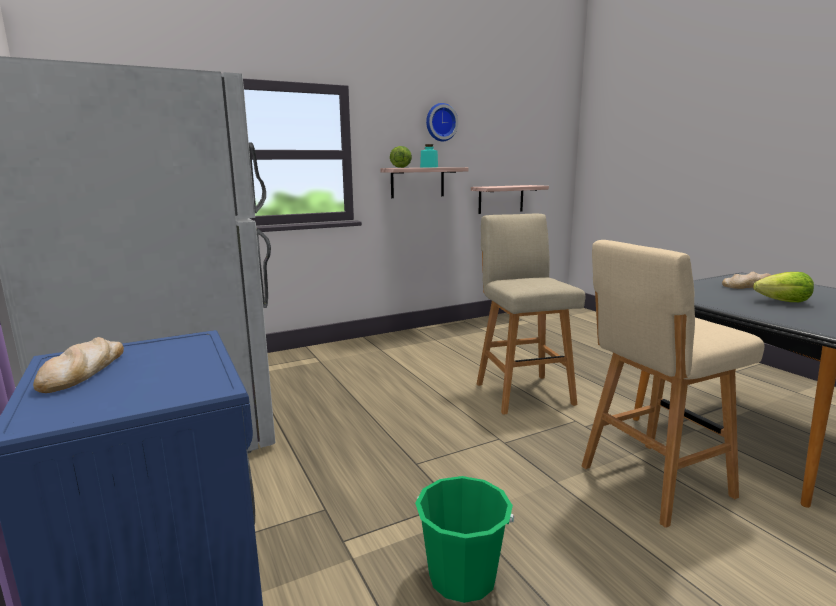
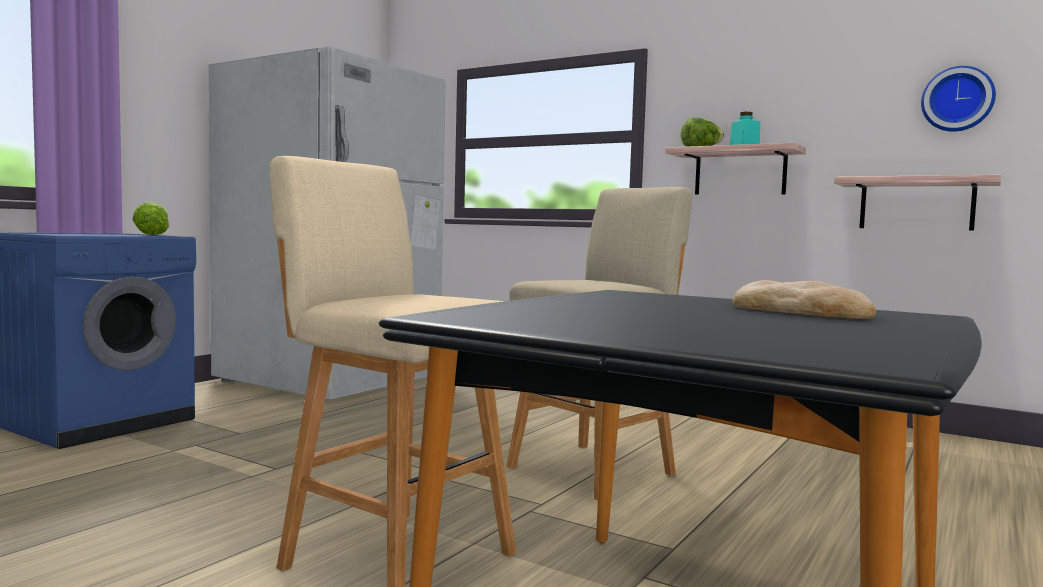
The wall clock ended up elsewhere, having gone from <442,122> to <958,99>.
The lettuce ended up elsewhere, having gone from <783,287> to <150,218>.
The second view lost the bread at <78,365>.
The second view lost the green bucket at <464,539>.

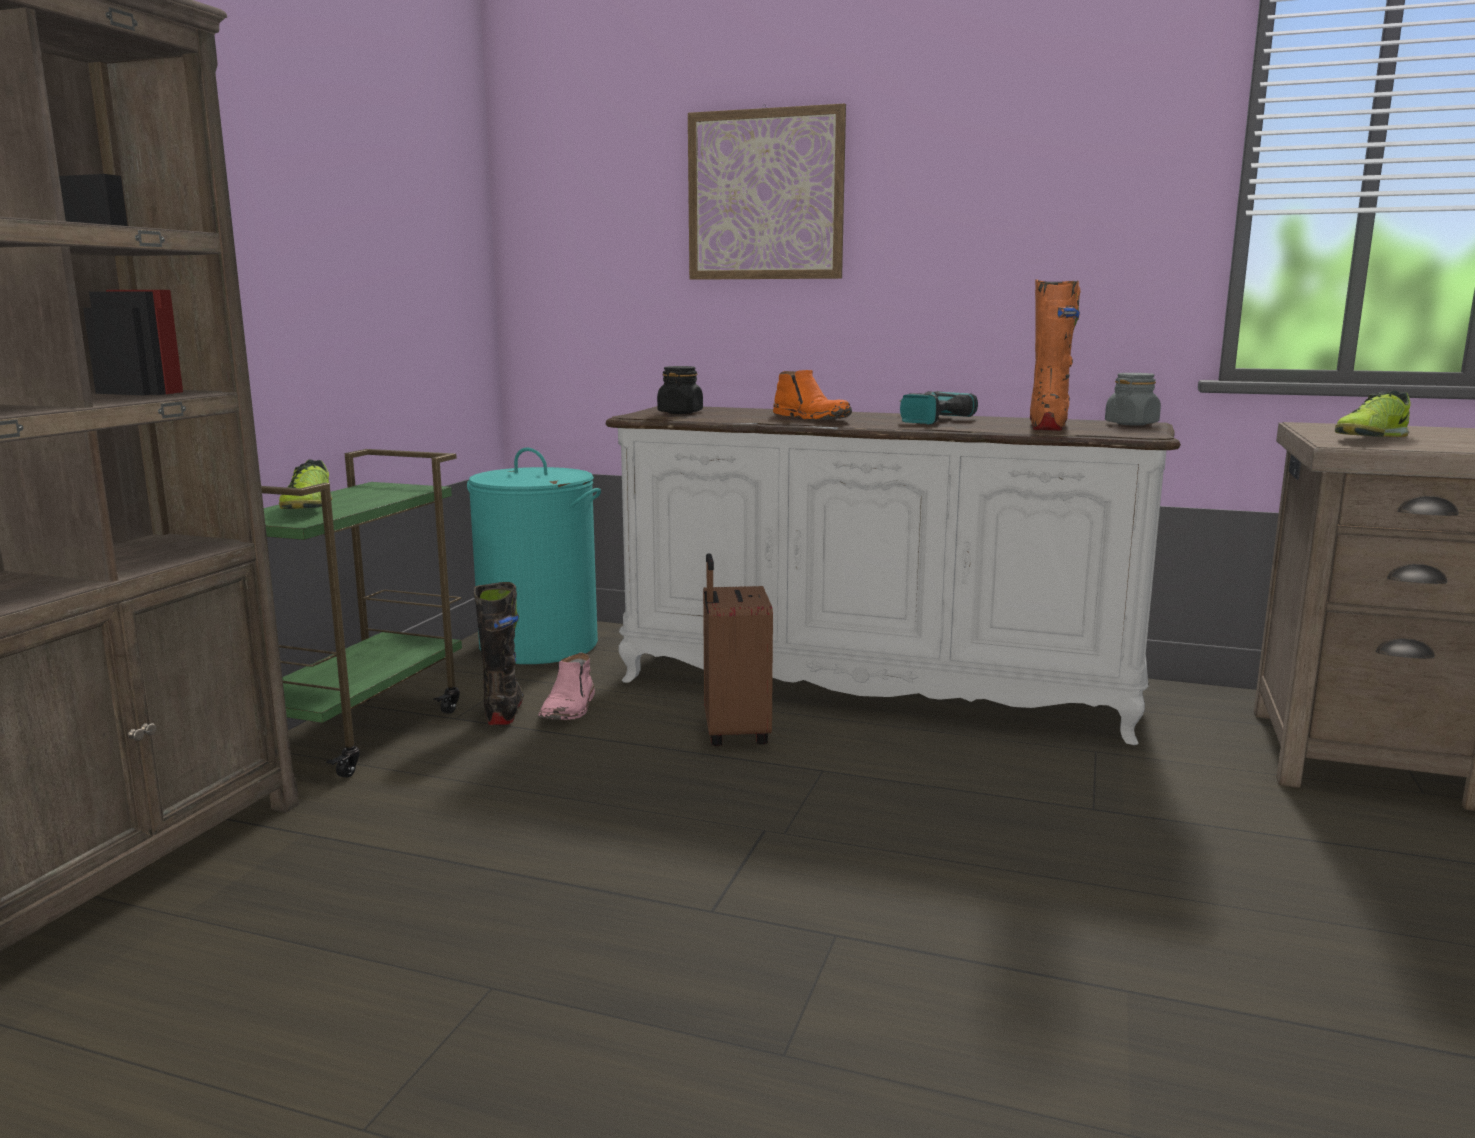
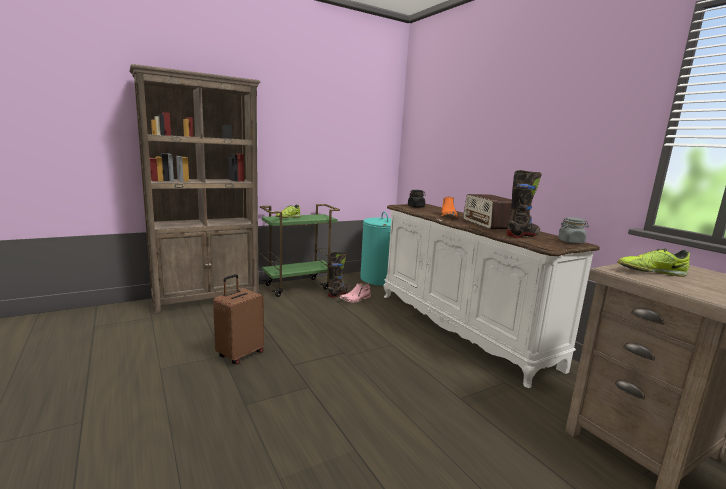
The second view lost the picture at <767,191>.
What was the orange boot at <1055,355> turned into the black boot at <524,204>.
Where the power drill stood at <939,408>, the radio came to stand at <487,211>.
The brown suitcase ended up elsewhere, having gone from <738,649> to <238,319>.

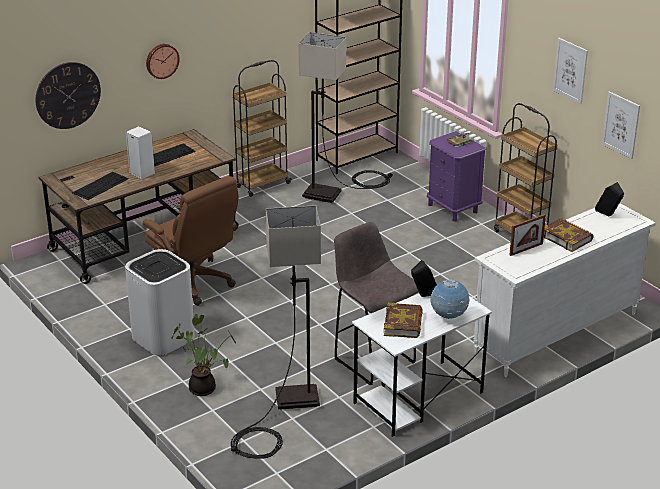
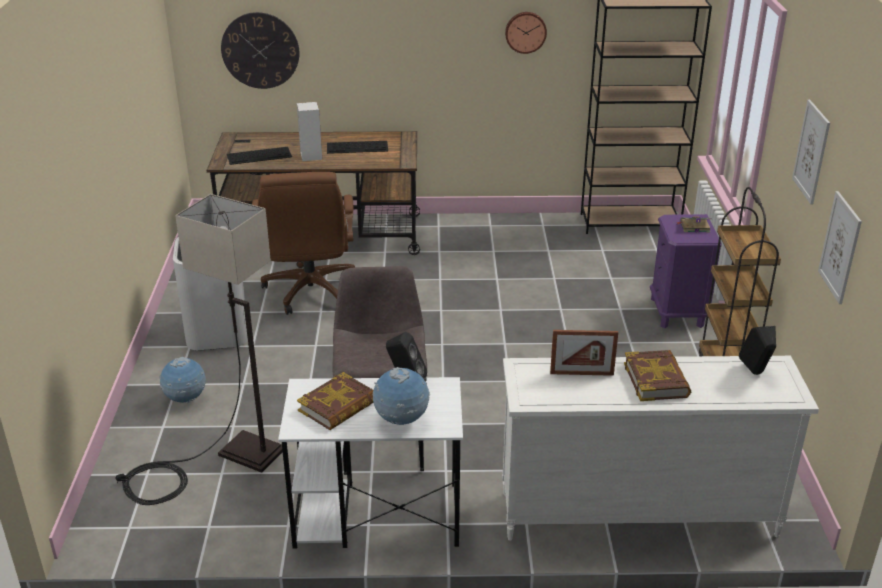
The second view lost the floor lamp at <345,117>.
The wall clock ended up elsewhere, having gone from <163,61> to <526,33>.
The second view lost the brown cart at <262,128>.
Where the potted plant stood at <203,355>, the globe came to stand at <182,380>.

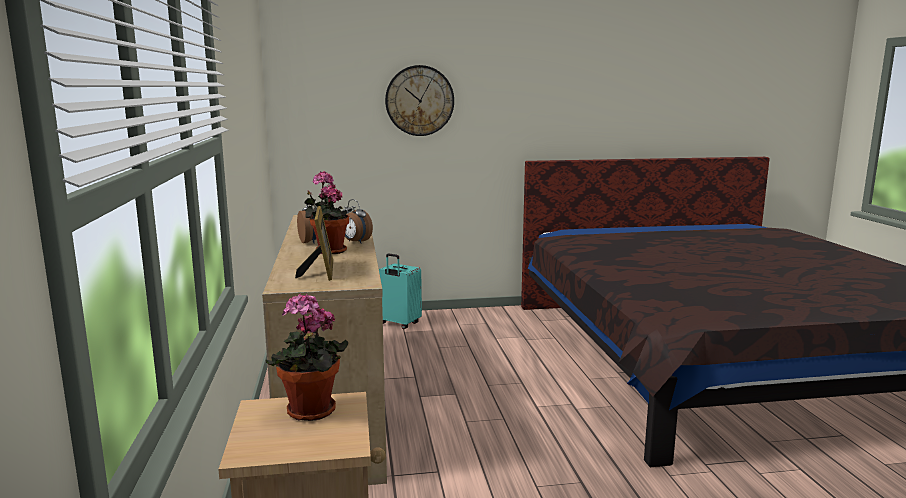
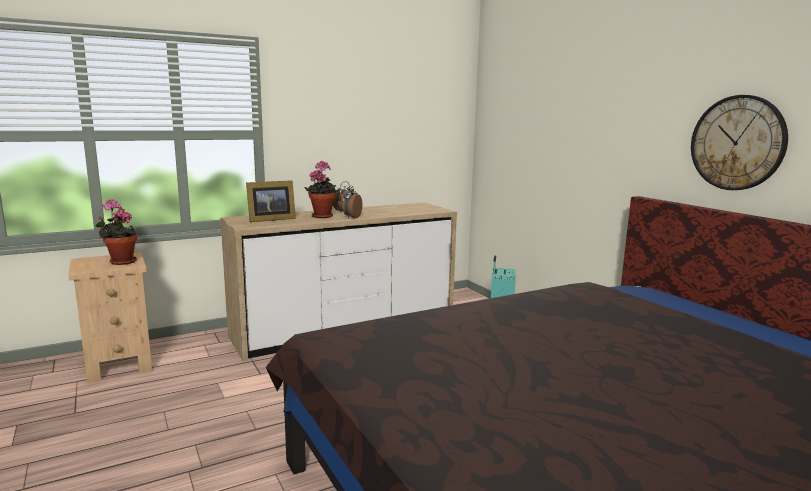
The wall clock ended up elsewhere, having gone from <419,100> to <739,142>.

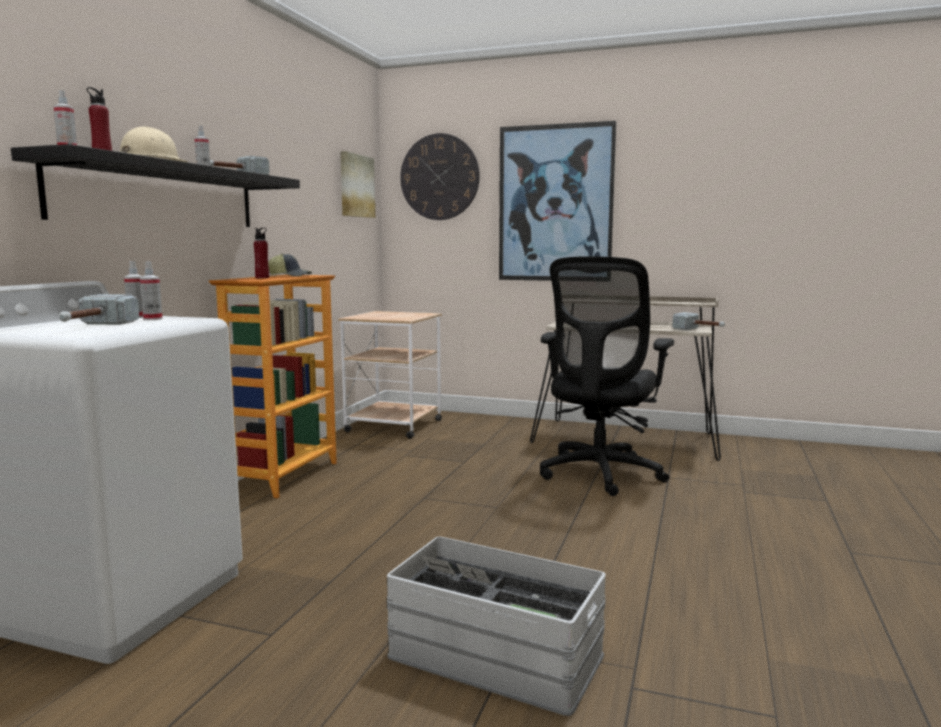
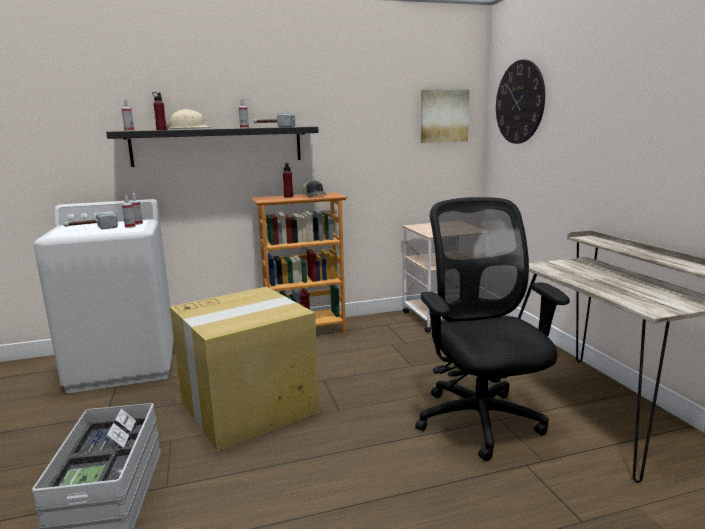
The second view lost the picture at <557,201>.
The black office chair at <607,376> ended up facing another way, 90 degrees clockwise from before.
The second view lost the hammer at <698,321>.
The second view gained the cardboard box at <245,369>.

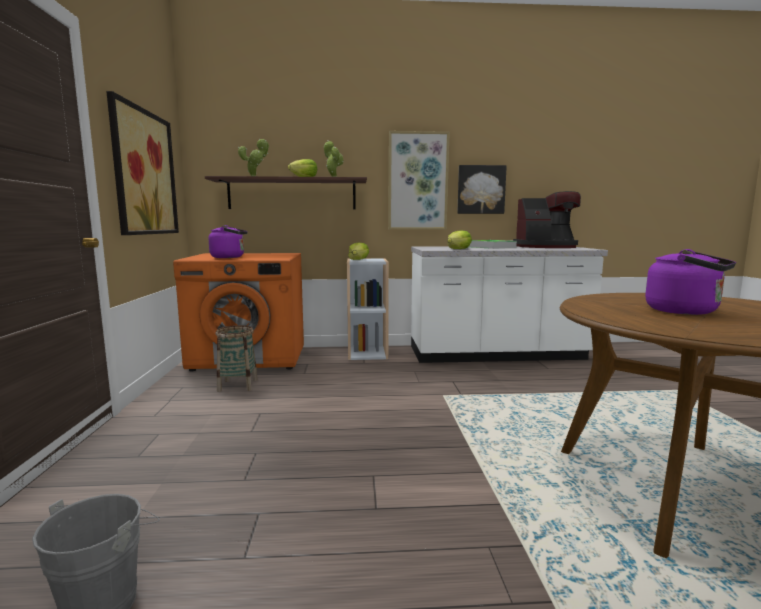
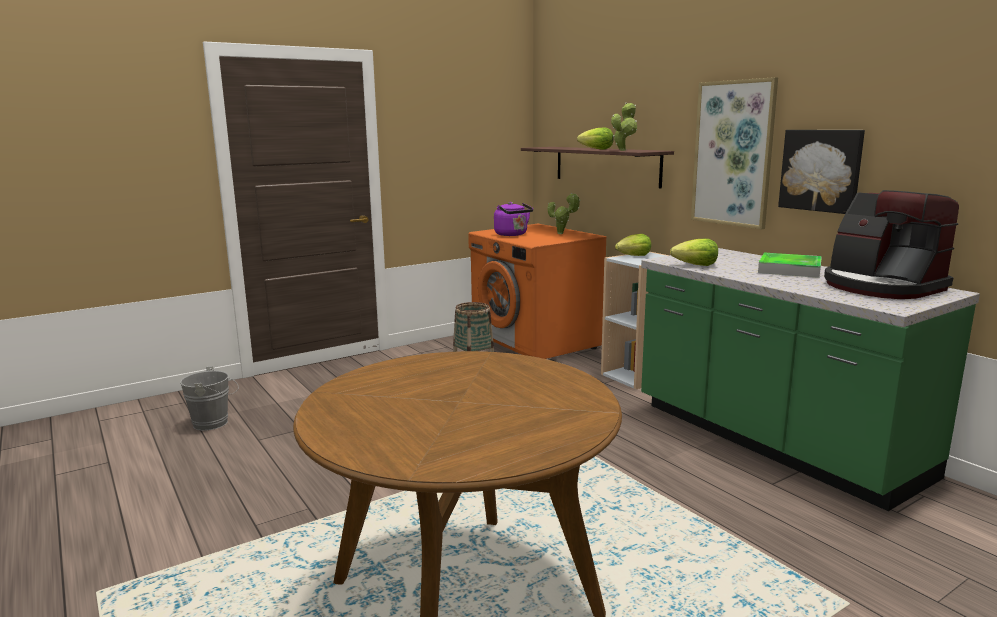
The second view lost the picture at <142,163>.
The potted plant ended up elsewhere, having gone from <253,157> to <564,213>.
What was the white counter at <509,304> turned into the green counter at <810,379>.
The second view lost the purple kettle at <690,282>.

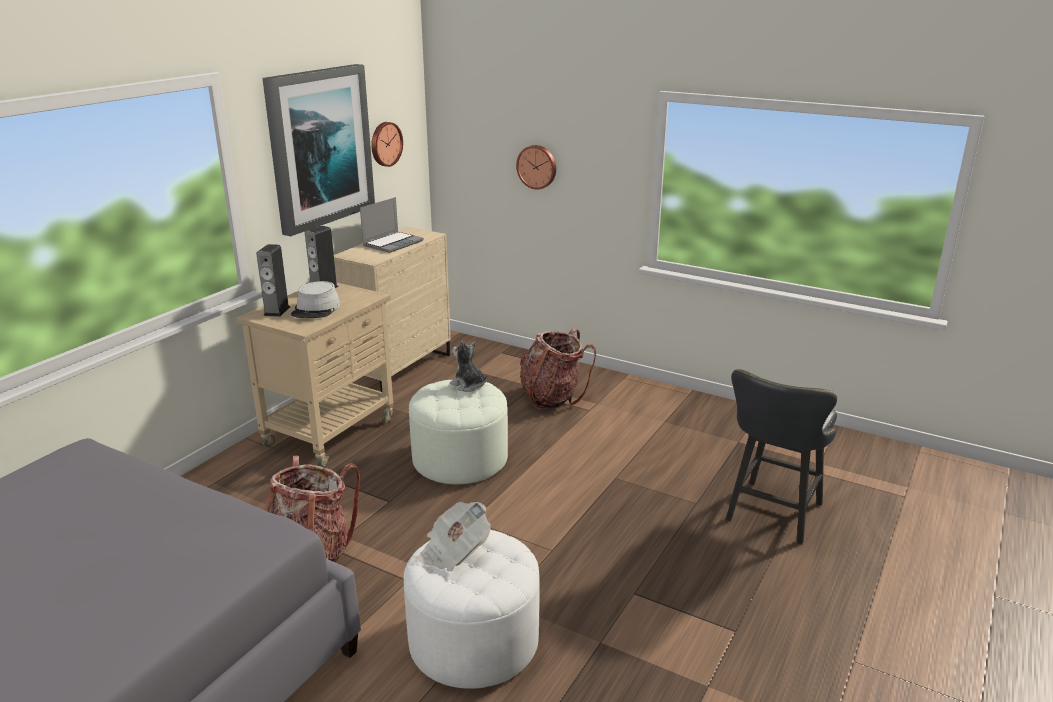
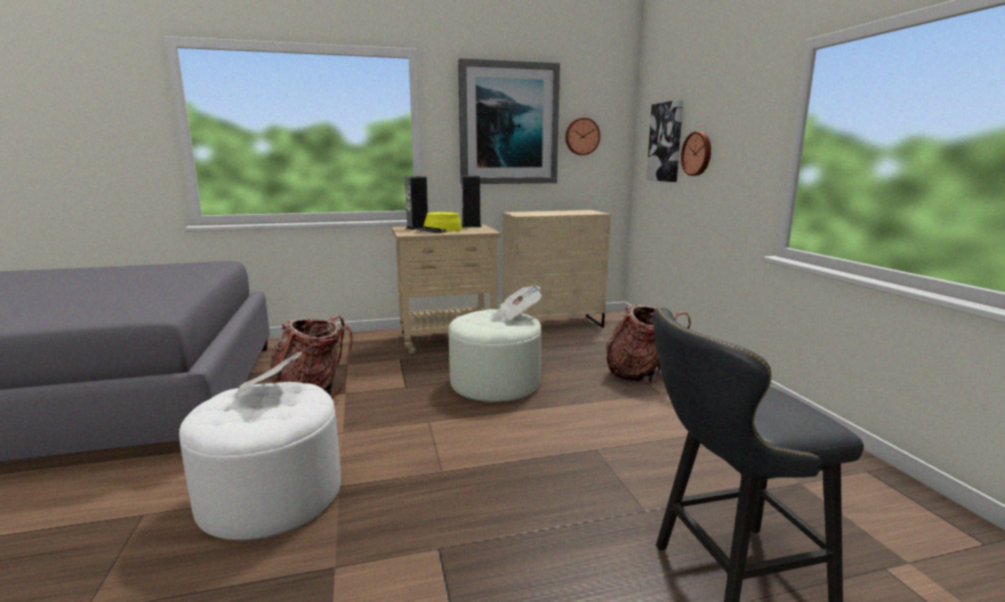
The second view lost the laptop at <392,225>.
What was the grey hat at <315,299> turned into the yellow hat at <438,222>.
Where the plush toy stood at <469,366>, the newspaper came to stand at <516,303>.
The second view gained the picture at <664,141>.

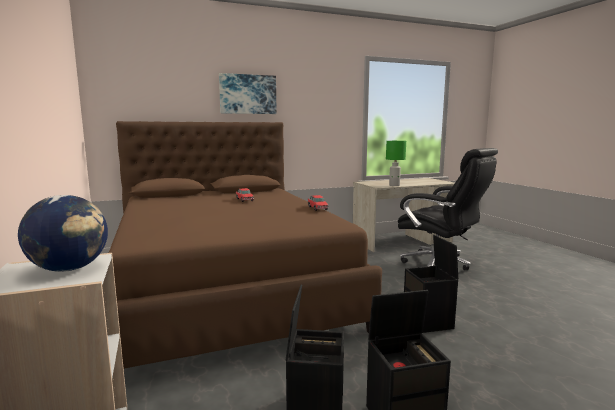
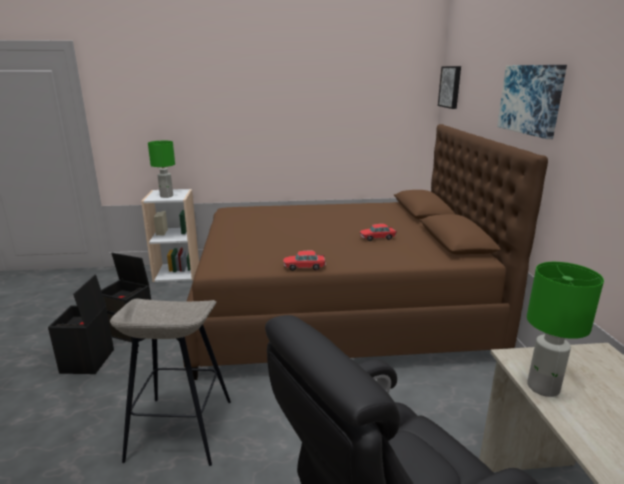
Where the globe stood at <63,233>, the green table lamp came to stand at <161,169>.
Where the black storage box stood at <431,284>, the grey stool came to stand at <170,382>.
The second view gained the picture at <449,87>.

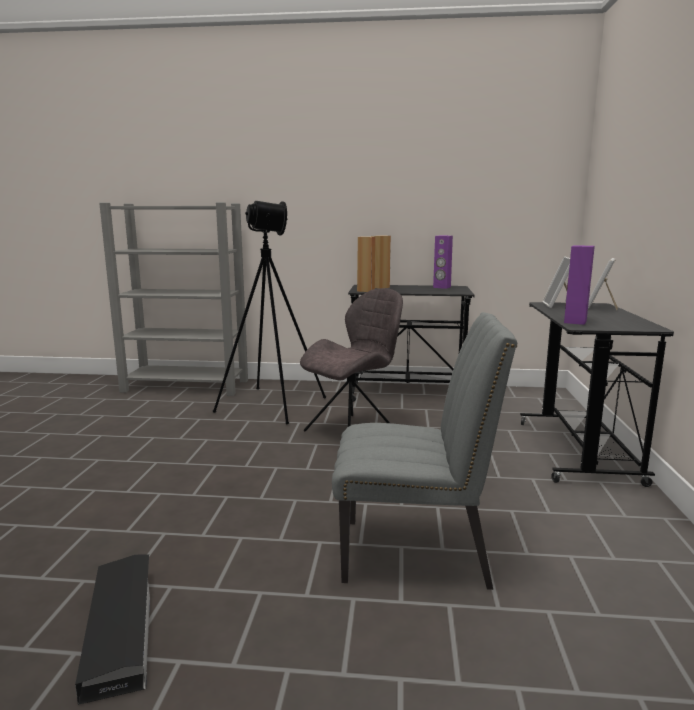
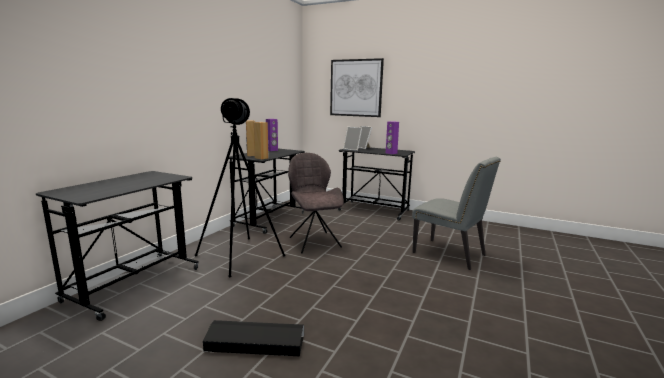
Where the grey bookcase stood at <173,299>, the black desk came to stand at <117,246>.
The grey chair at <424,451> ended up facing another way, 105 degrees clockwise from before.
The black storage box ended up elsewhere, having gone from <112,629> to <253,338>.
The second view gained the picture at <357,87>.

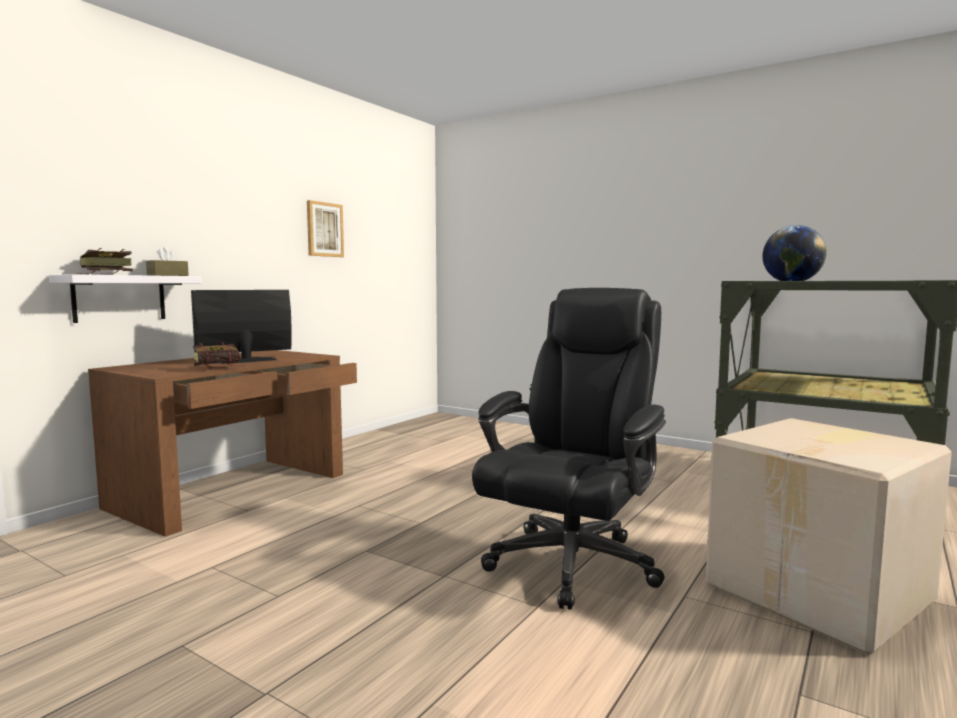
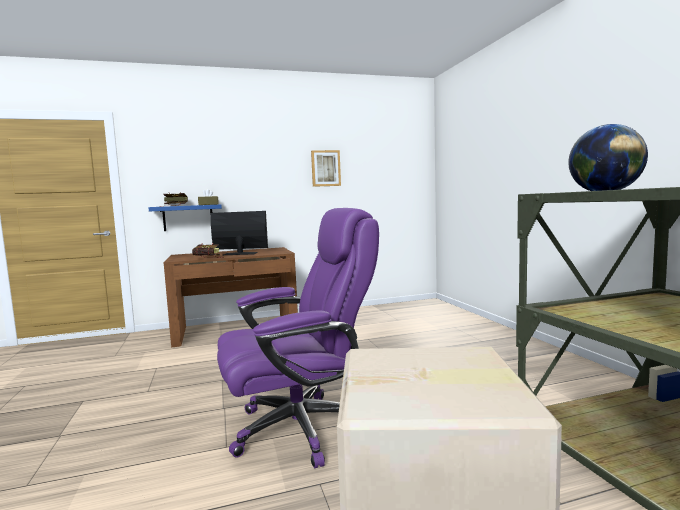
What was the white shelf at <125,298> turned into the blue shelf at <185,218>.
What was the black office chair at <569,449> turned into the purple office chair at <298,338>.

